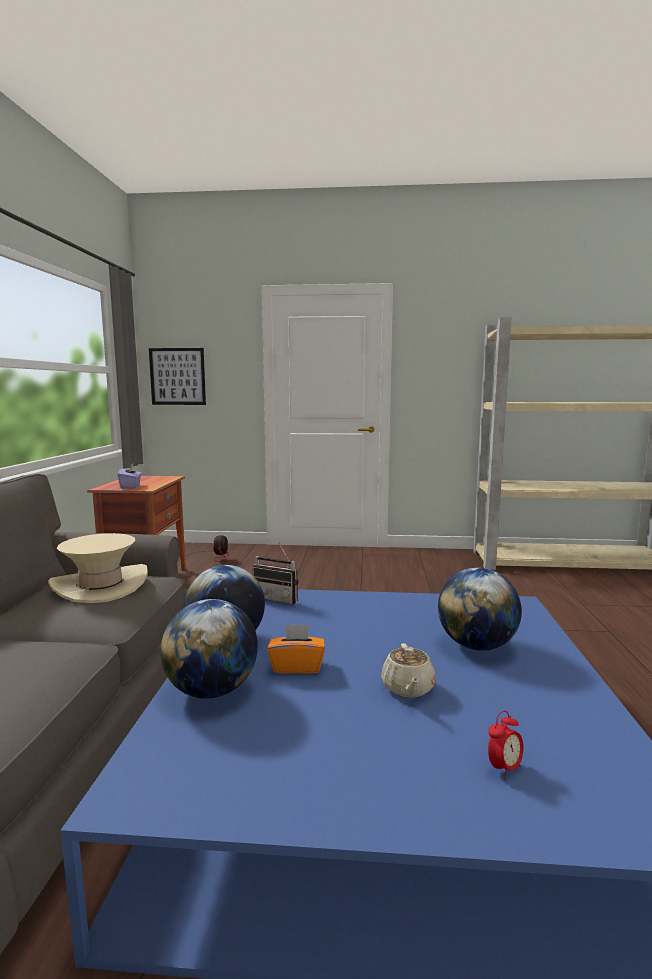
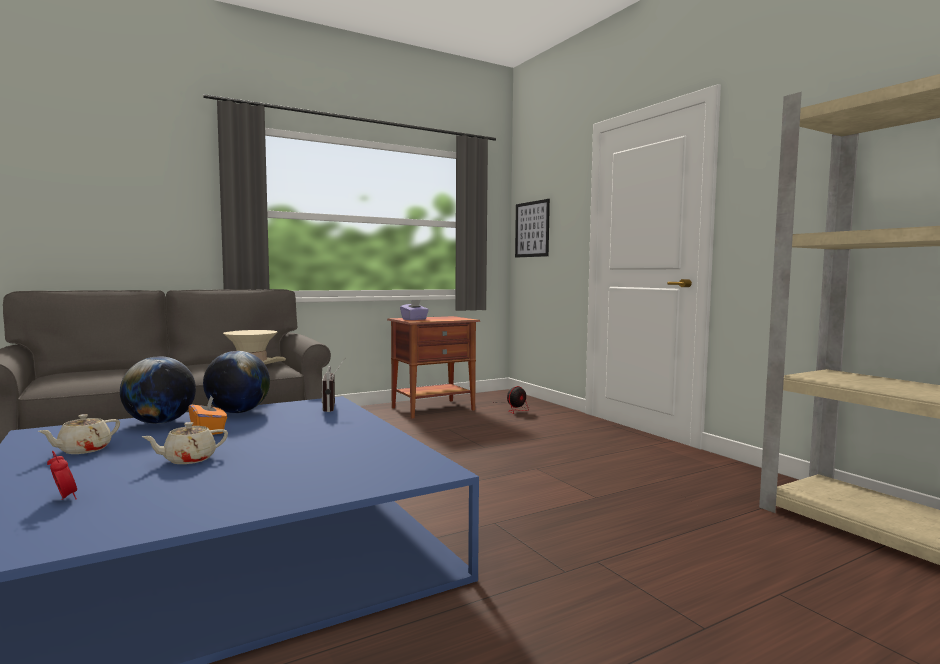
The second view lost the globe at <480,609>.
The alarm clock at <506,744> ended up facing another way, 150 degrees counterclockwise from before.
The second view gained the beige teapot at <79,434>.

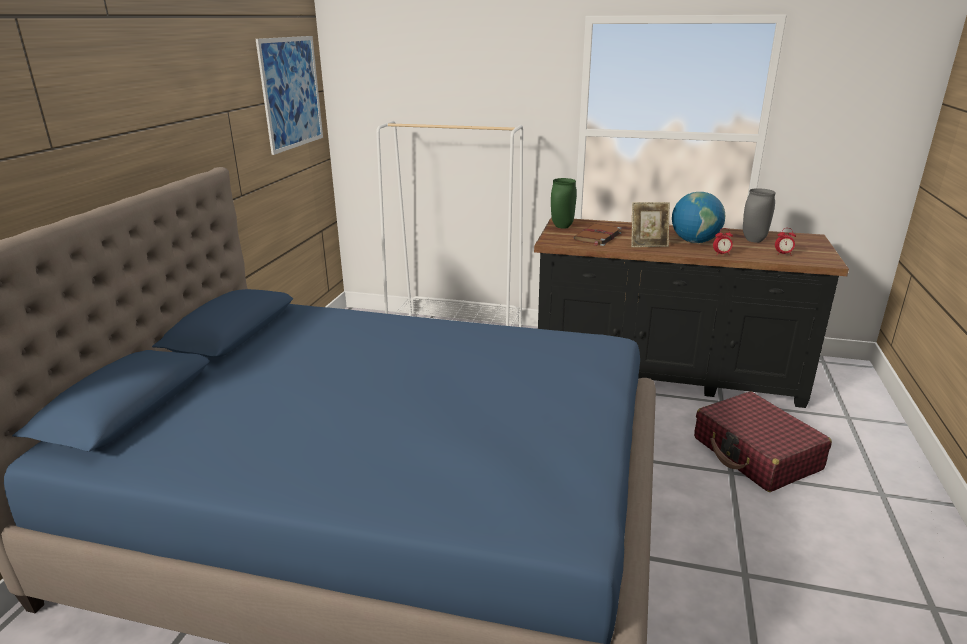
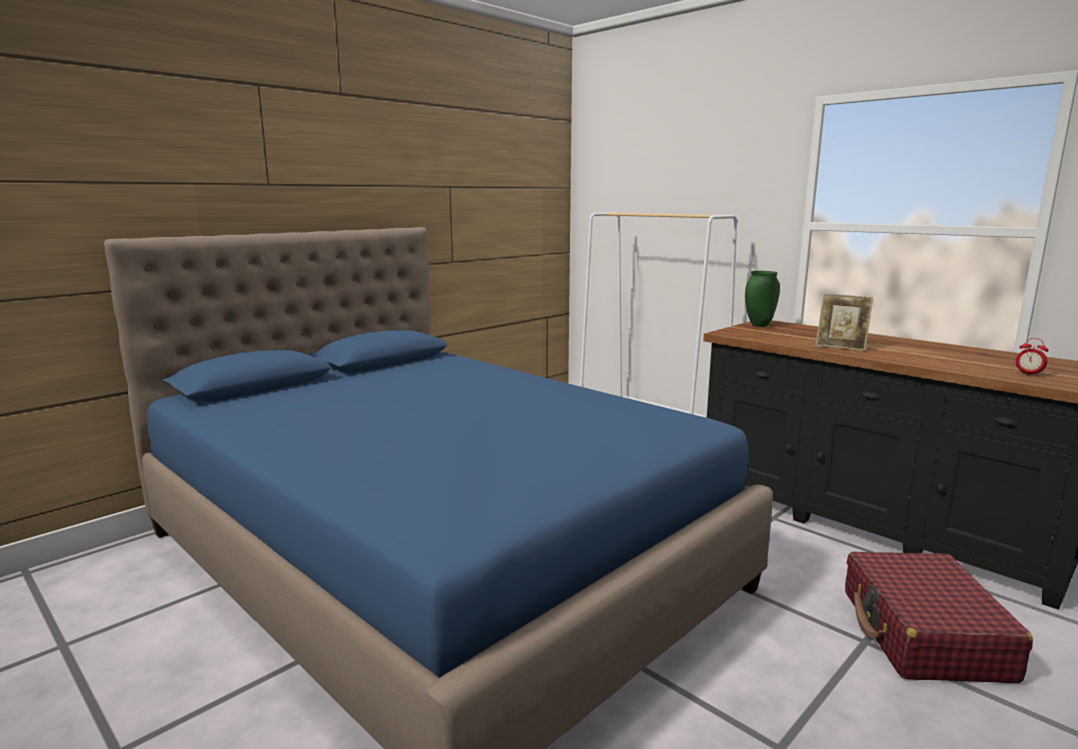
The second view lost the picture at <289,95>.
The second view lost the grey vase at <759,215>.
The second view lost the globe at <698,217>.
The second view lost the brown book at <598,235>.
The second view lost the alarm clock at <723,242>.

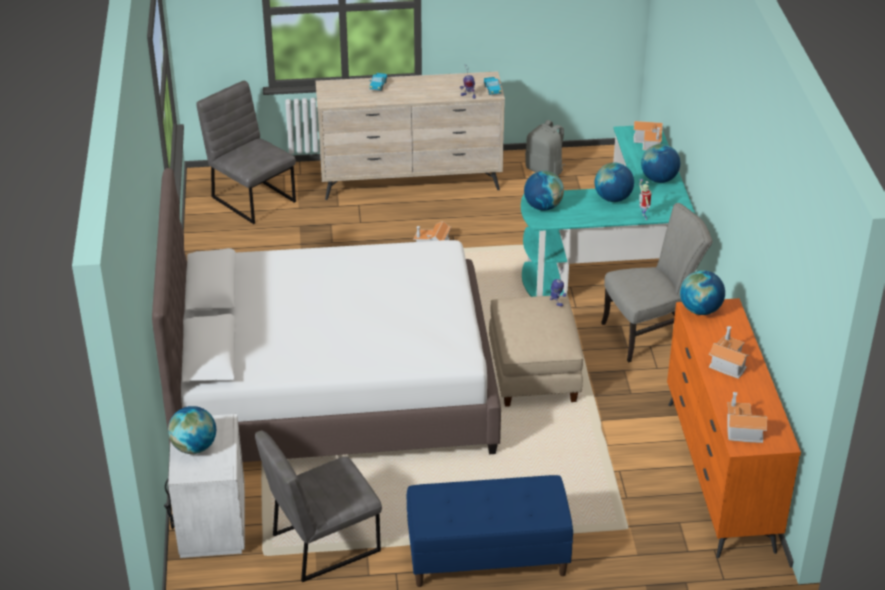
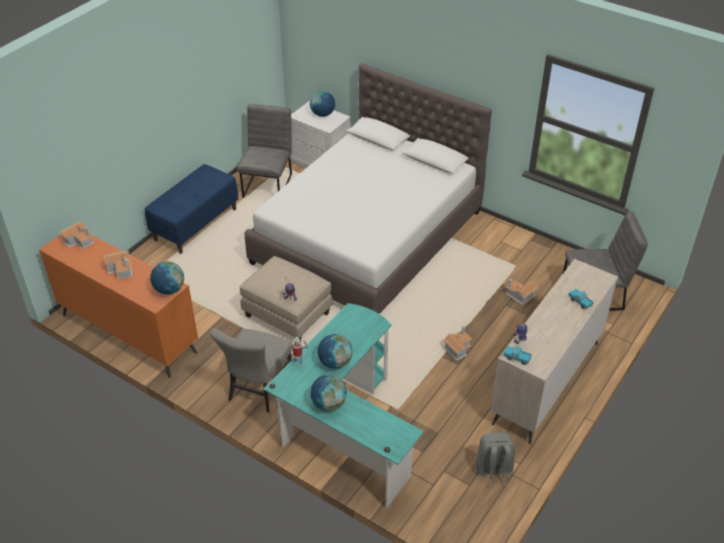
The toy house ended up elsewhere, having gone from <648,135> to <522,292>.
The second view lost the globe at <544,191>.

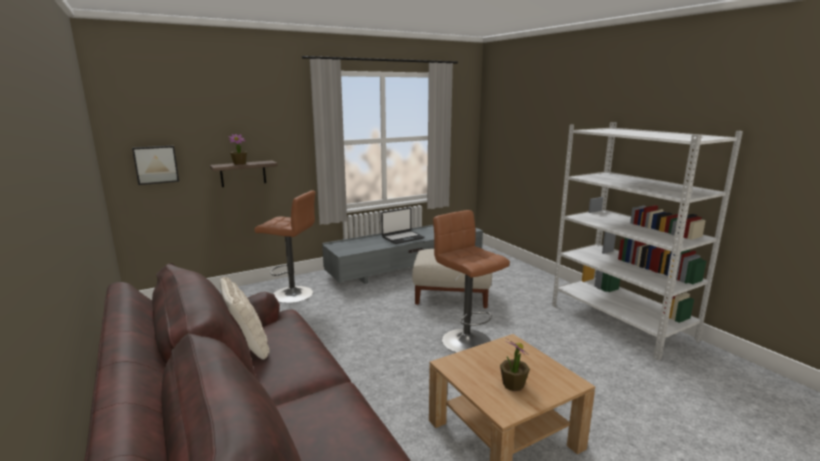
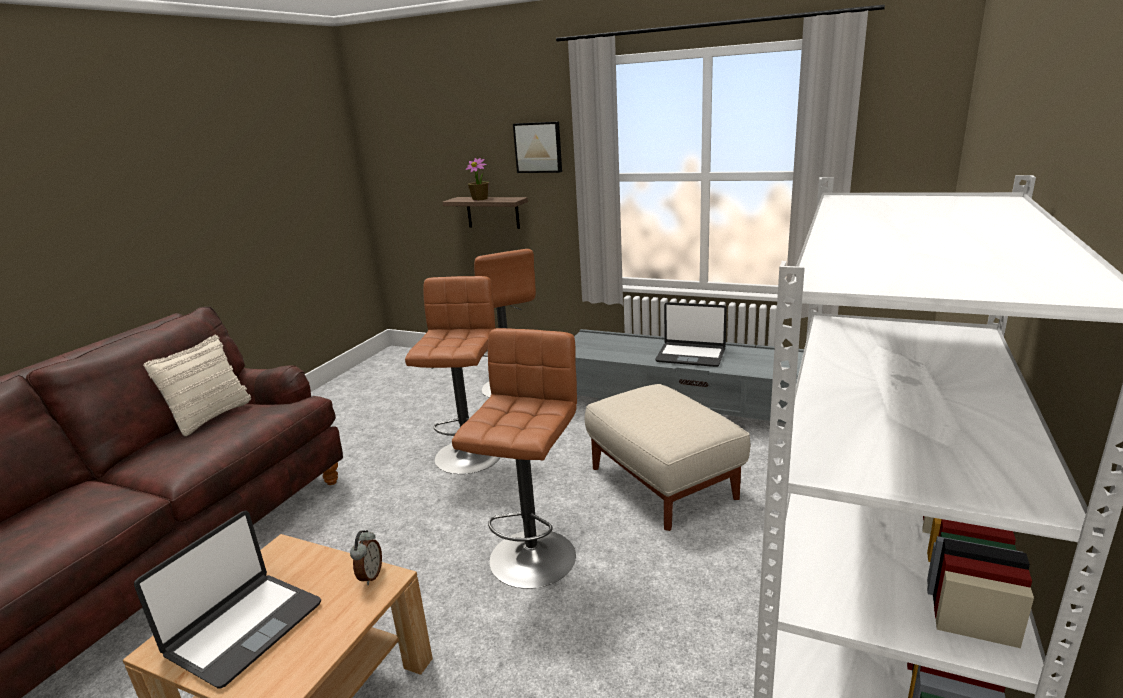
The picture ended up elsewhere, having gone from <155,165> to <537,147>.
Where the potted plant stood at <515,364>, the laptop came to stand at <227,600>.
The second view gained the brown stool at <453,375>.
The second view gained the alarm clock at <366,557>.

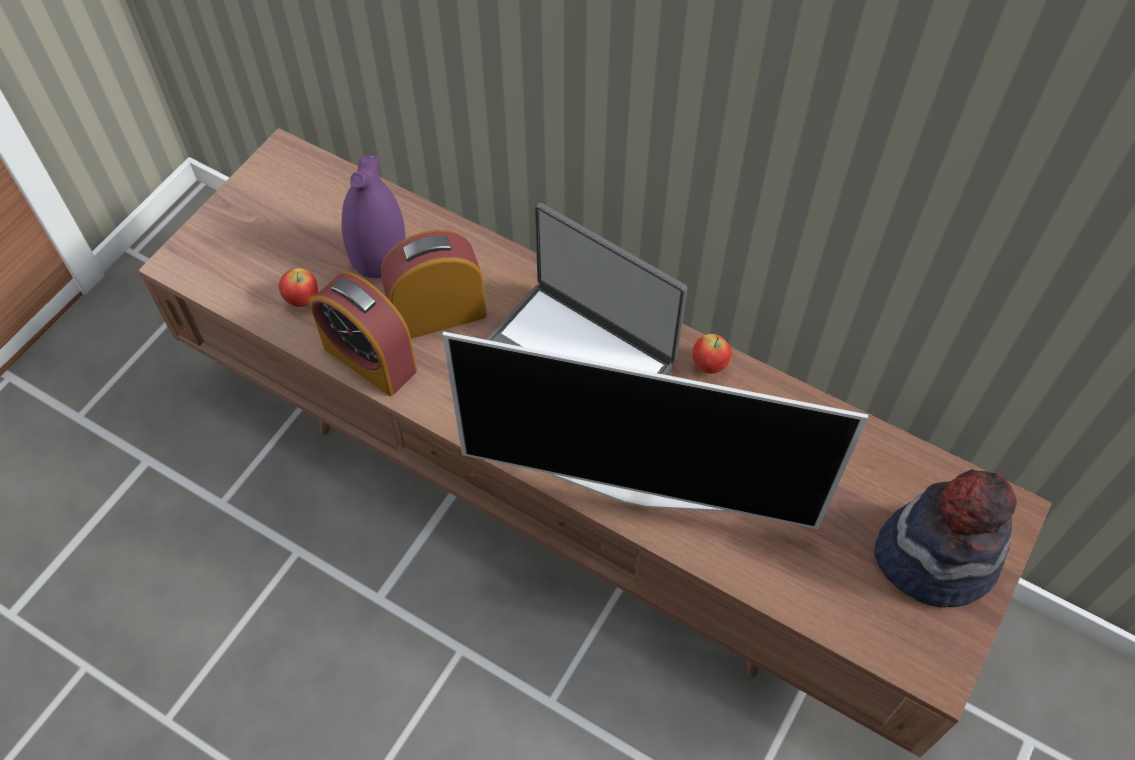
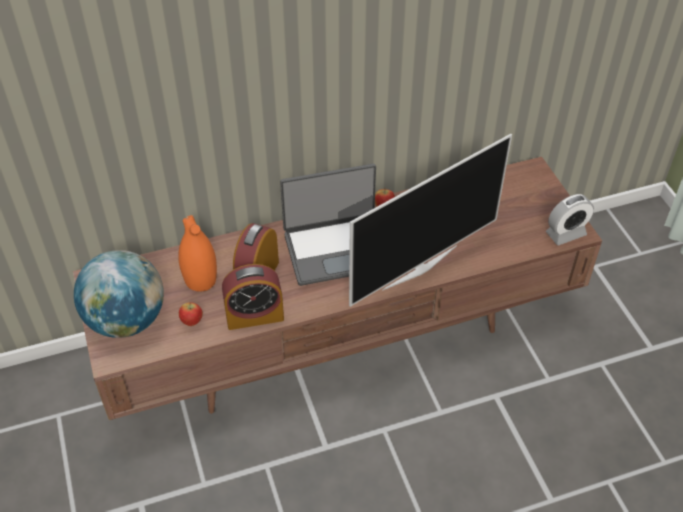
What was the purple vase at <374,216> turned into the orange vase at <197,253>.
The second view lost the hat at <945,538>.
The second view gained the alarm clock at <570,219>.
The second view gained the globe at <119,294>.

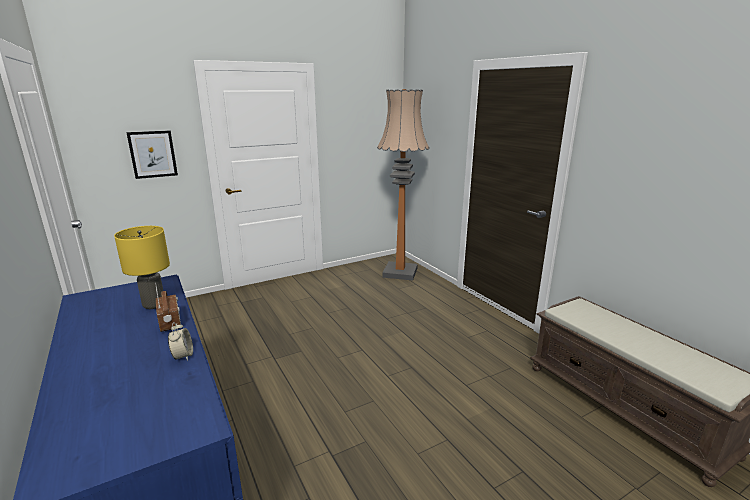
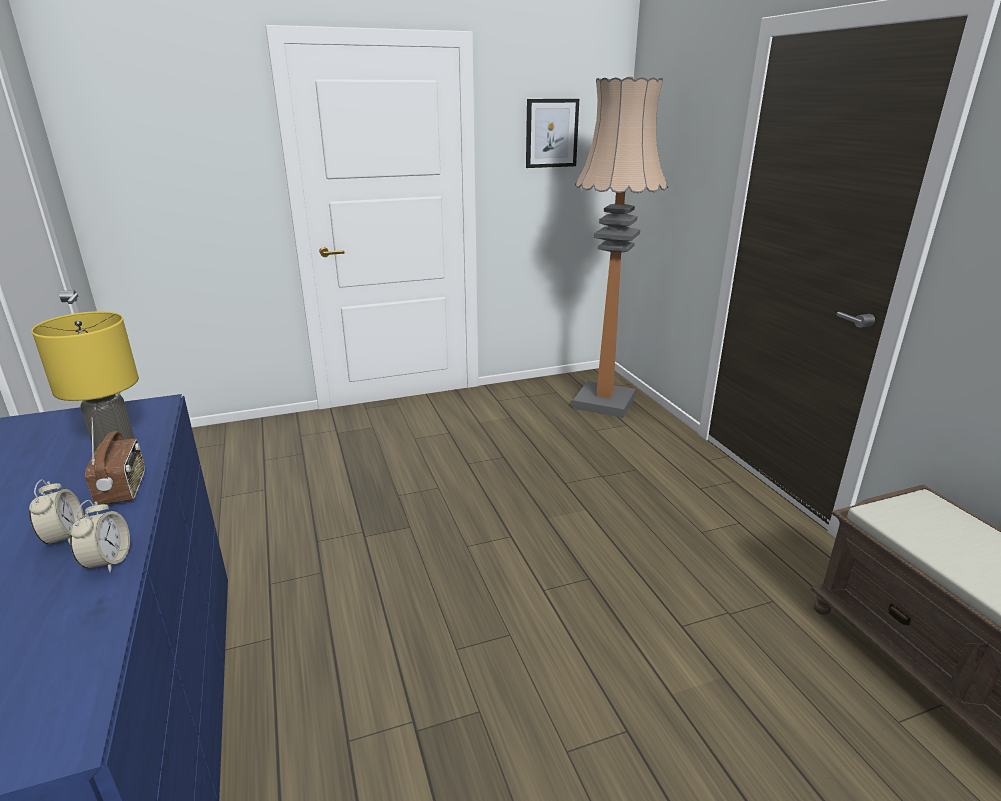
The picture ended up elsewhere, having gone from <152,155> to <552,133>.
The second view gained the alarm clock at <56,511>.

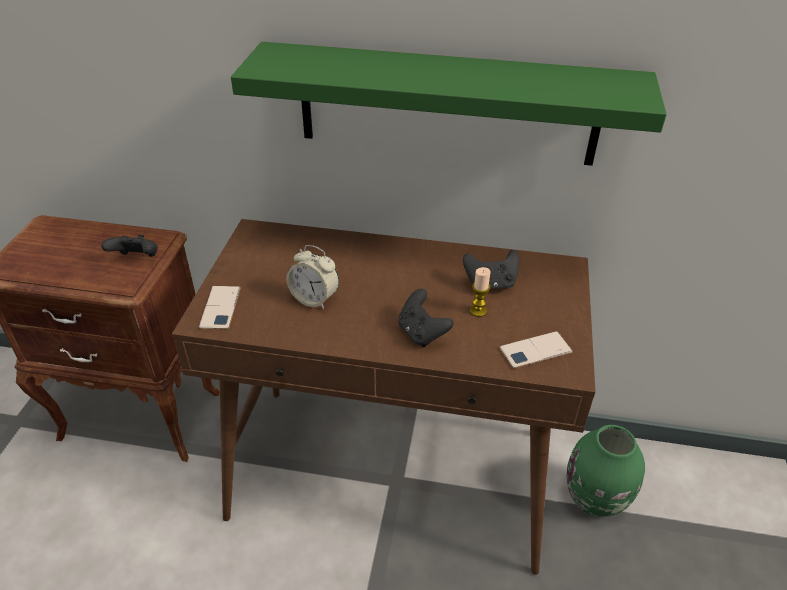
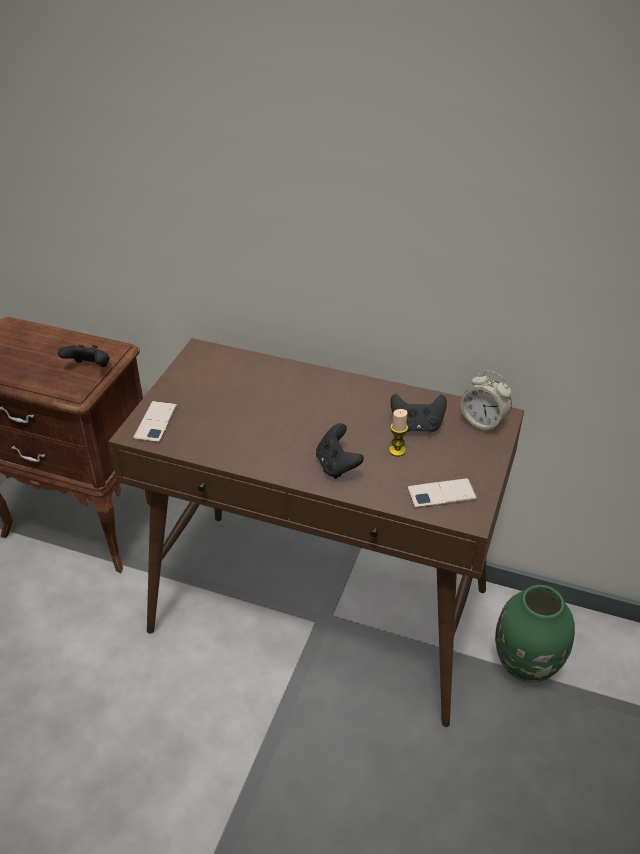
The second view lost the green shelf at <449,104>.
The alarm clock ended up elsewhere, having gone from <312,277> to <486,401>.

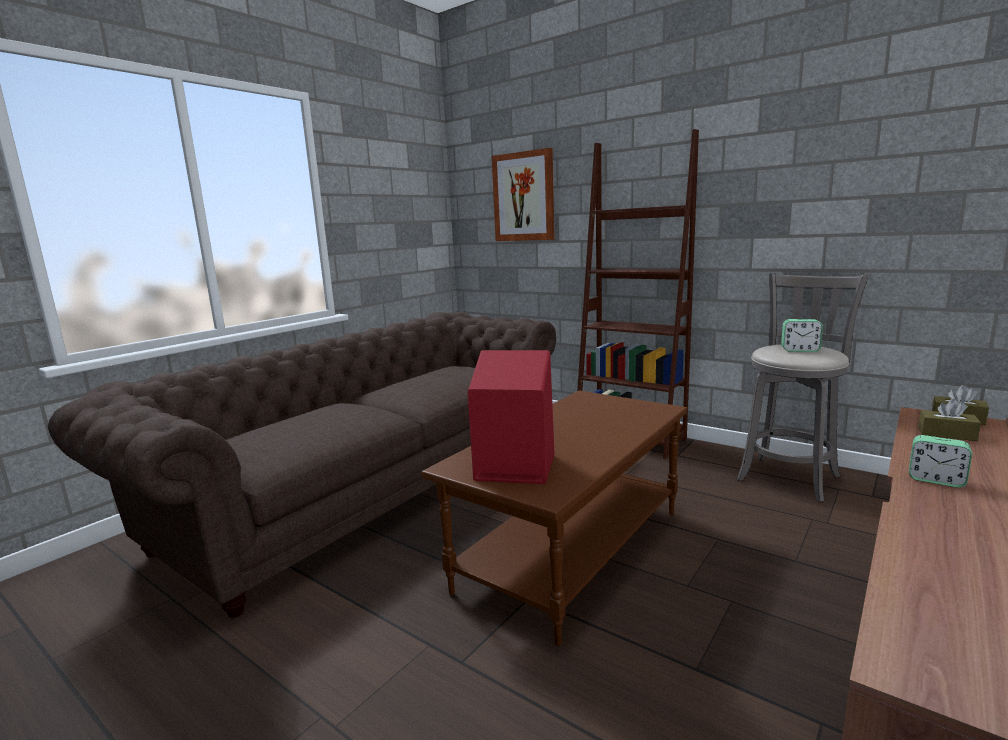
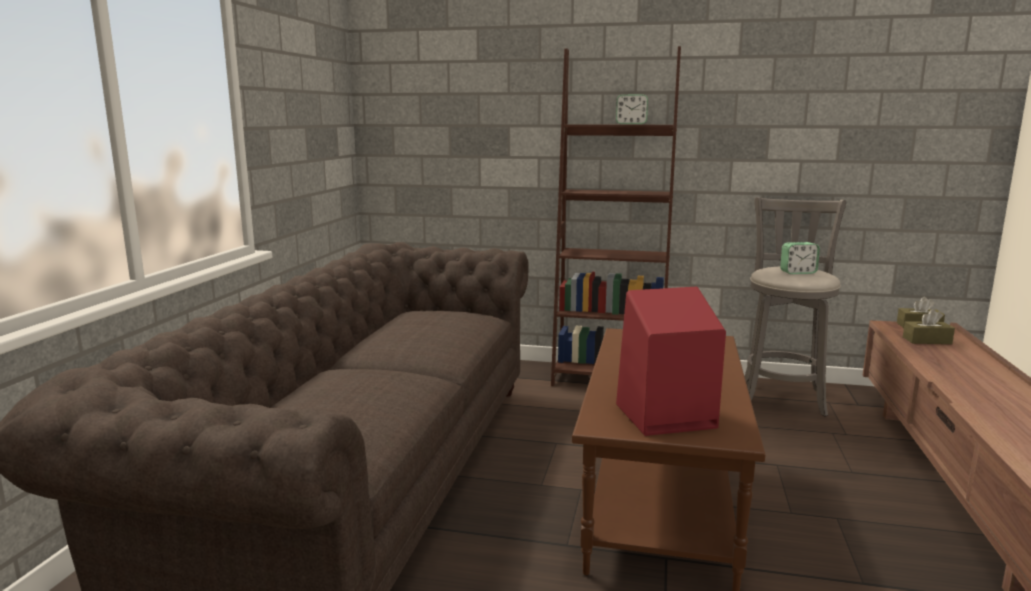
The second view lost the picture at <523,194>.
The alarm clock ended up elsewhere, having gone from <940,461> to <632,109>.

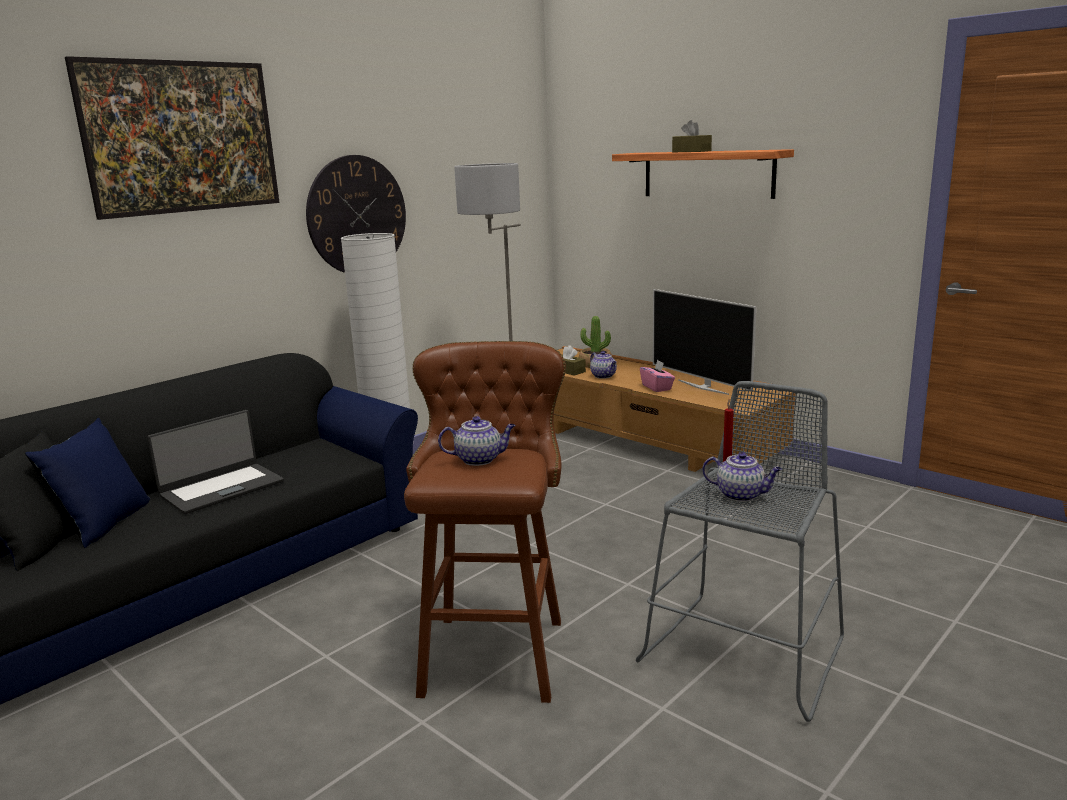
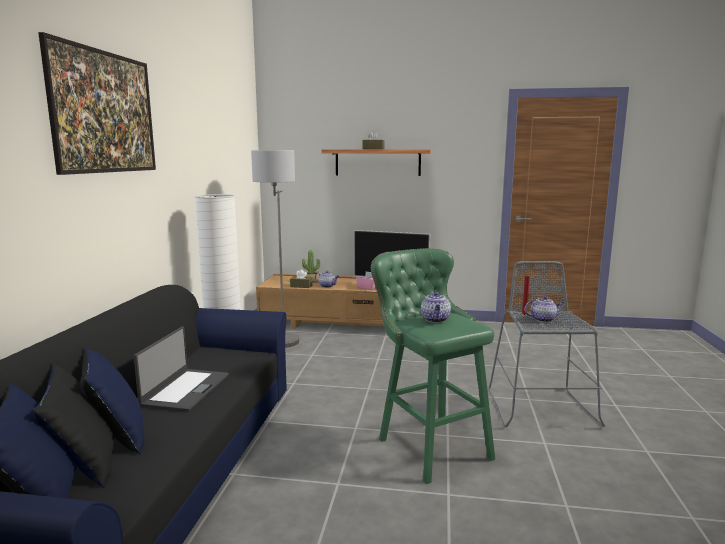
The second view lost the wall clock at <356,214>.
What was the brown stool at <485,522> turned into the green stool at <433,366>.
The teapot at <477,441> ended up facing another way, 135 degrees clockwise from before.

